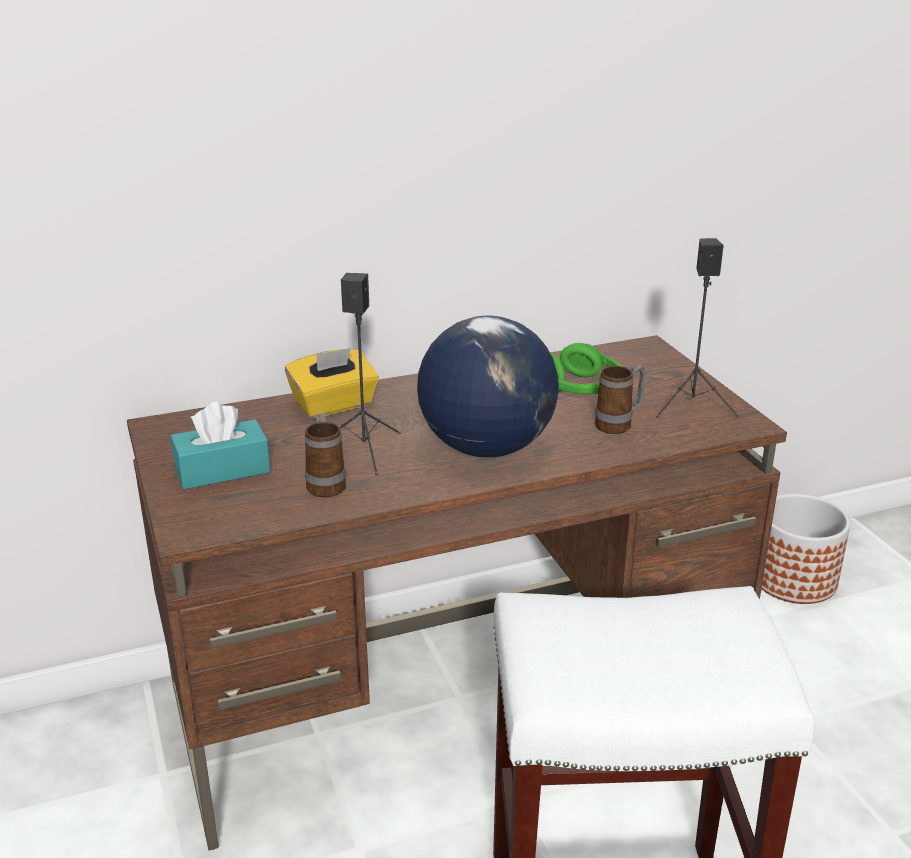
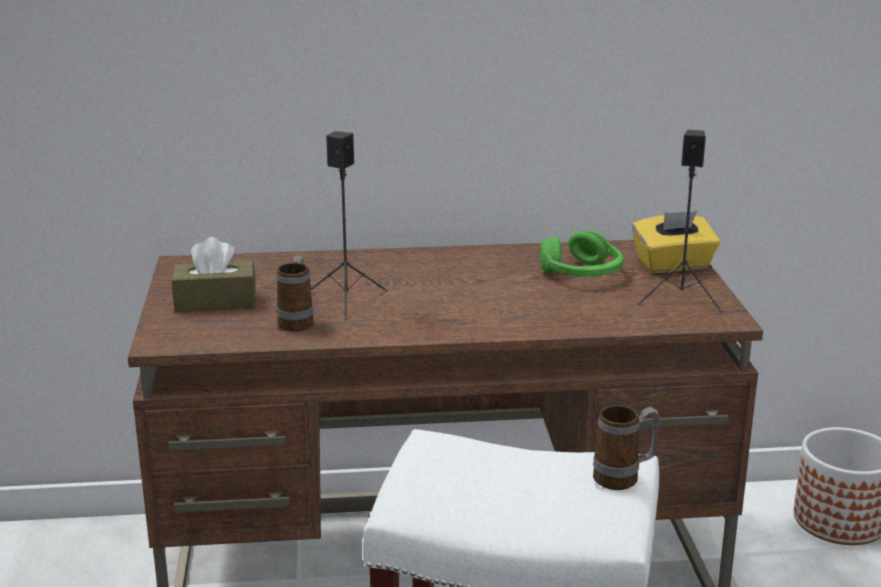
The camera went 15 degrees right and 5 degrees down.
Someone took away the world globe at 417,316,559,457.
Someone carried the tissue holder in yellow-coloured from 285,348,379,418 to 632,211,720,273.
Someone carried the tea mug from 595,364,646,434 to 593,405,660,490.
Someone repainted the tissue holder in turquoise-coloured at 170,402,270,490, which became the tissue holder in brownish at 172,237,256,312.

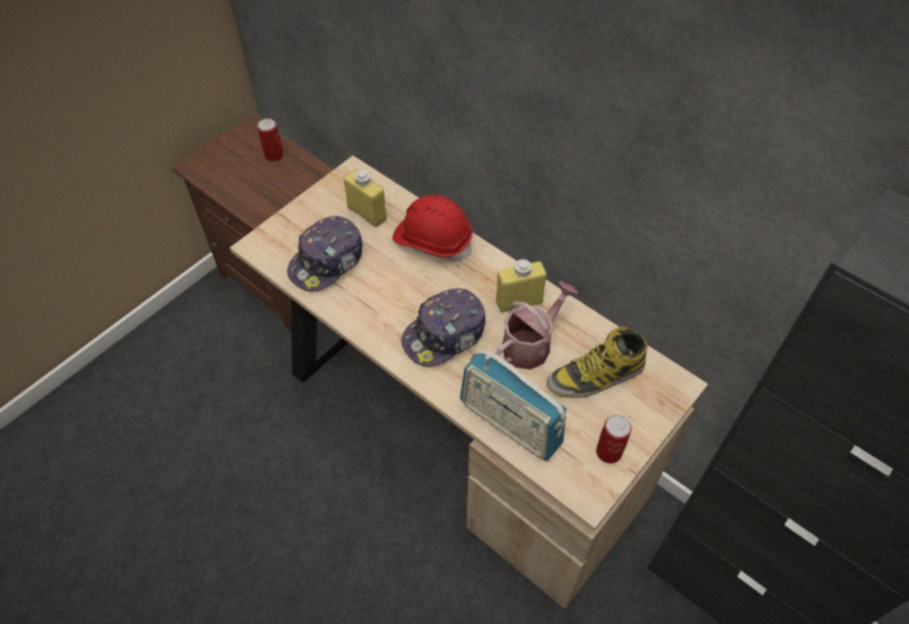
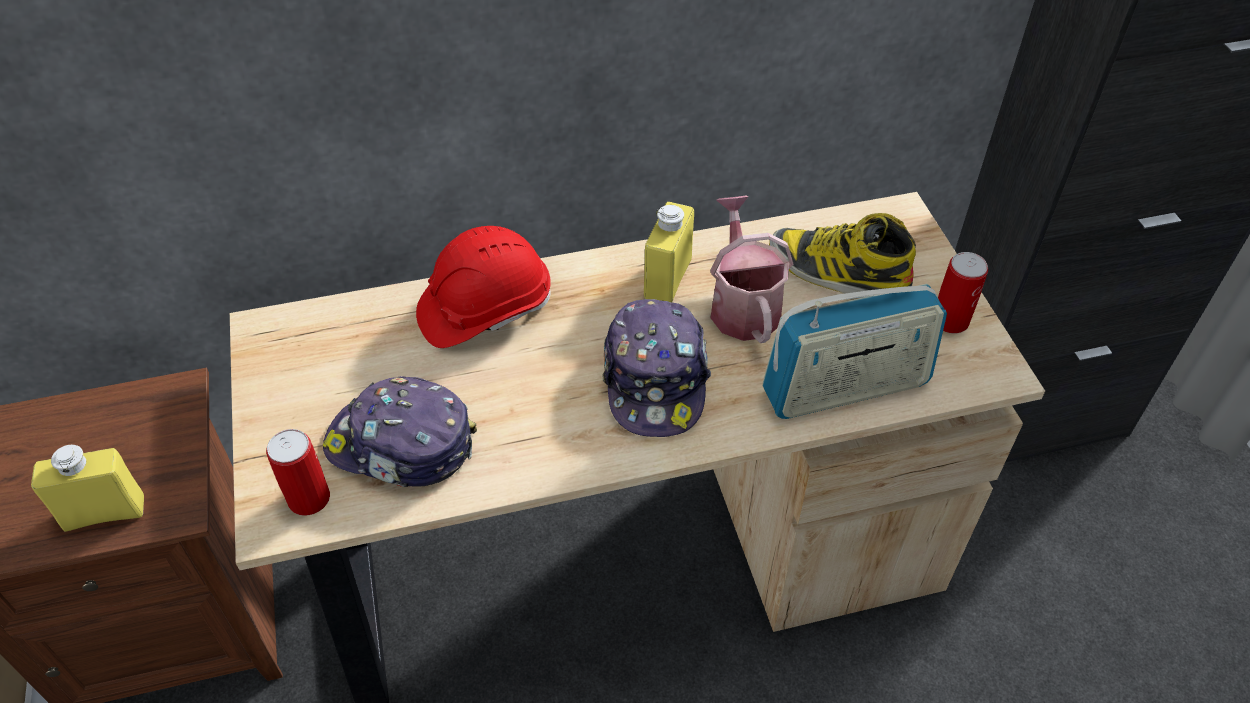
The camera went 55 degrees left and 5 degrees down.
Someone carried the sealed can from 257,118,284,162 to 266,429,330,516.
Someone carried the beverage bottle in yellow-coloured from 343,169,387,227 to 31,445,144,532.
Someone rotated the cap at 287,216,363,292 by 120 degrees clockwise.
Someone rotated the boot at 547,326,648,398 by 105 degrees clockwise.

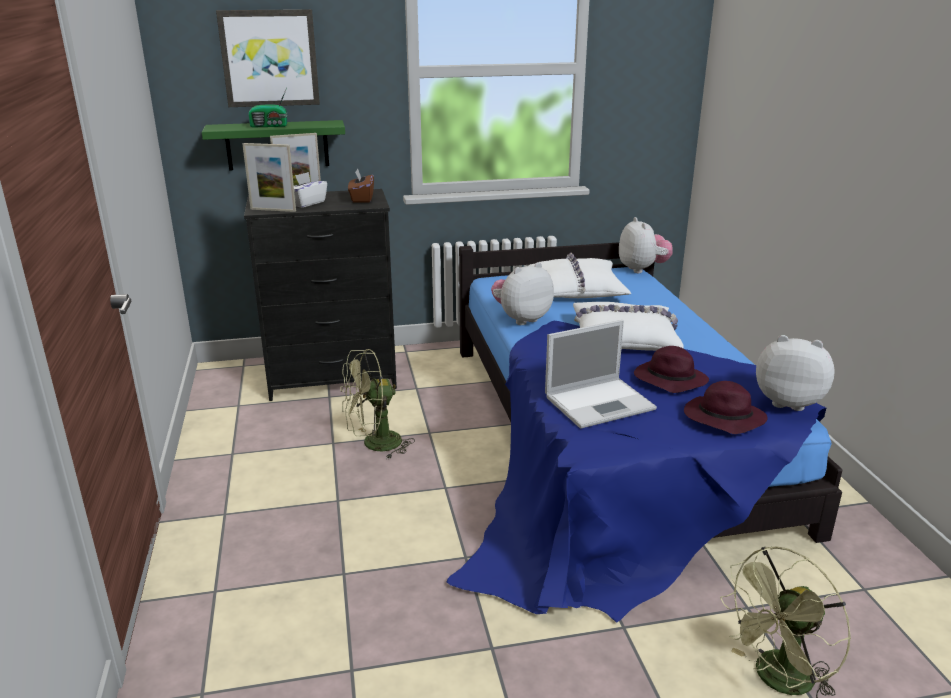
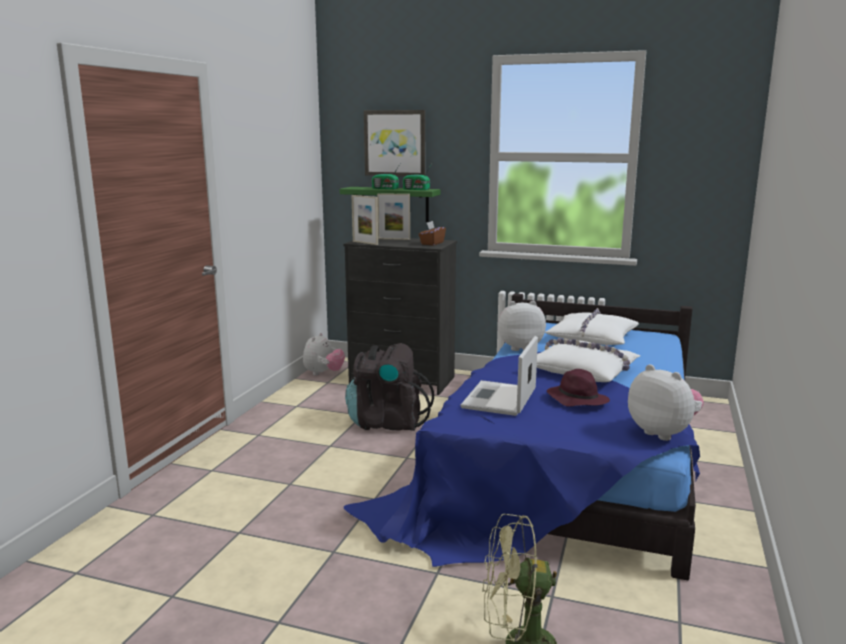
The camera went 30 degrees right and 10 degrees down.
Someone took away the tissue holder in white at 294,172,327,208.
Someone carried the plush toy from 619,217,673,273 to 303,333,345,376.
Someone rotated the notebook computer at 545,320,657,429 by 105 degrees clockwise.
Someone swapped the electric fan in green-coloured at 341,349,415,459 for the rucksack in black-coloured at 345,343,434,431.
Someone took away the hat in purple-coloured at 684,381,768,434.
Someone put down the radio set at 403,165,431,190.

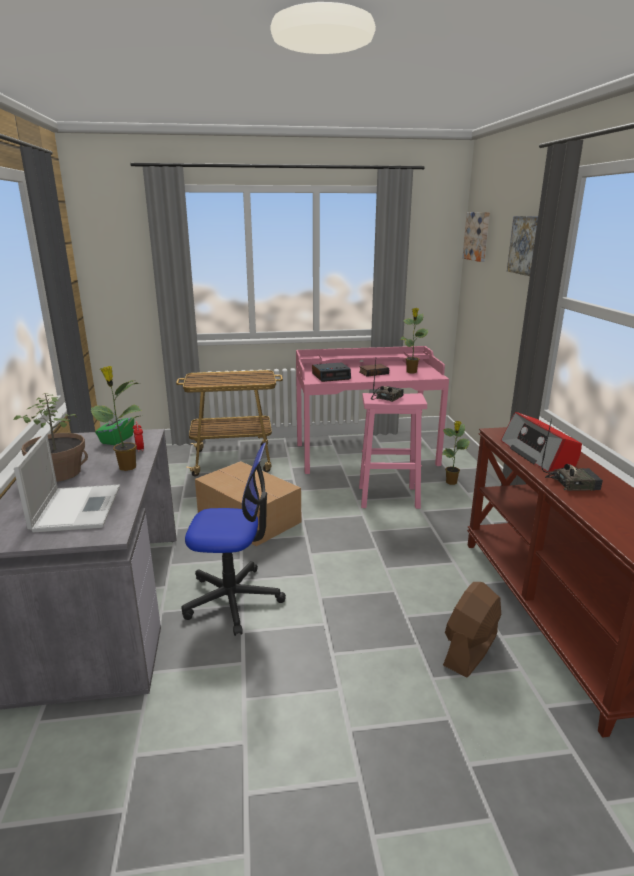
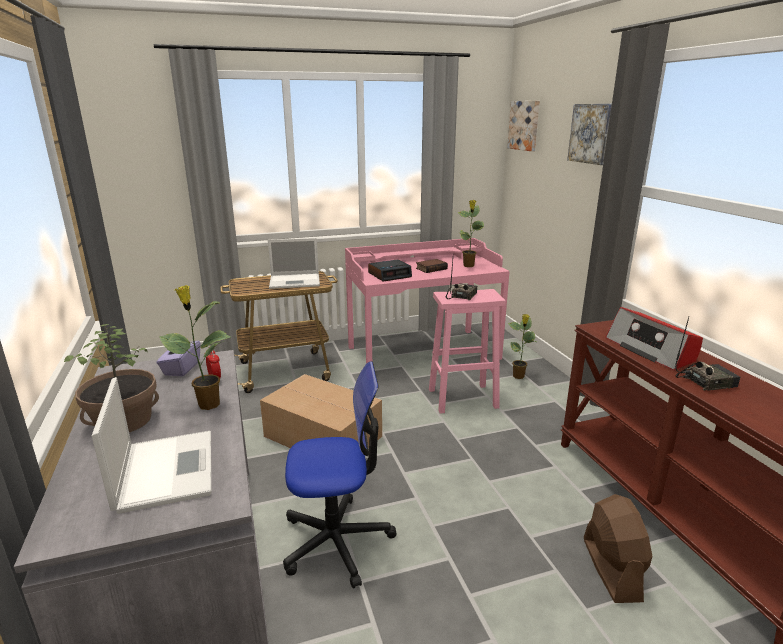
The camera went 10 degrees left and 0 degrees up.
Someone repainted the tissue holder in green-coloured at 95,412,134,445, which became the tissue holder in purple-coloured at 156,340,200,376.
Someone rotated the electric fan in brownish at 443,582,501,677 by 150 degrees clockwise.
Someone put down the notebook computer at 268,238,320,289.

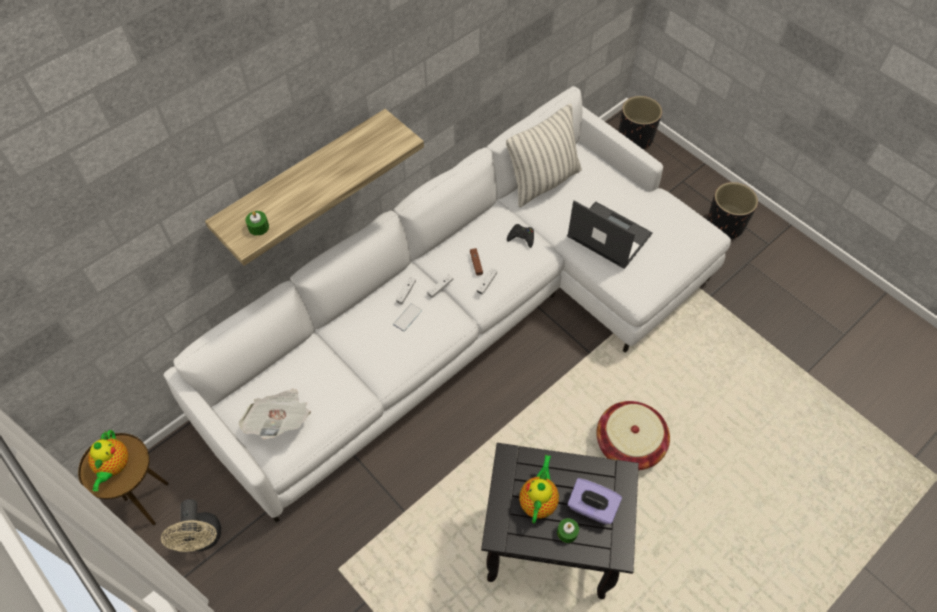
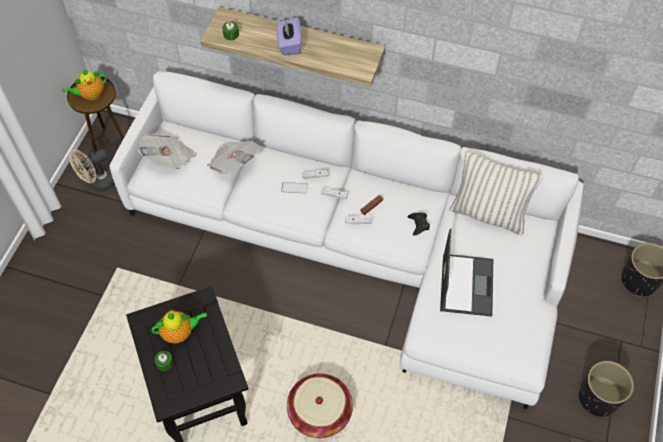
The camera went 60 degrees right and 0 degrees up.
Someone carried the tissue holder in purple-coloured from 568,478,622,524 to 277,17,302,55.
Someone put down the newspaper at 207,140,259,174.

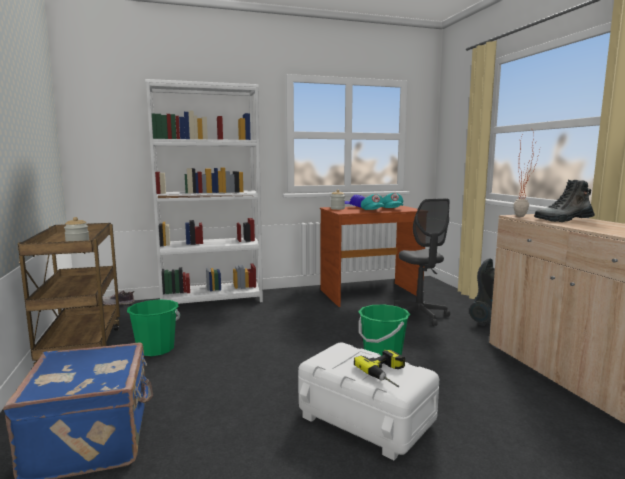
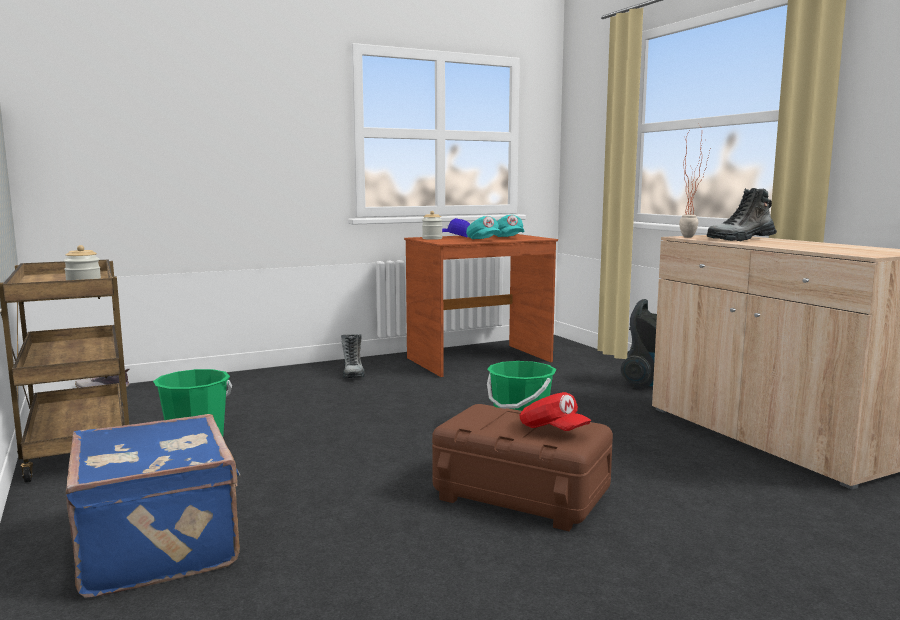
The camera went 10 degrees left and 0 degrees up.
Someone took away the shelving unit in white at 145,79,263,304.
Someone took away the computer chair in greyish at 394,199,450,326.
Someone repainted the storage box in white at 298,342,439,460, which became the storage box in brownish at 432,404,613,531.
Someone swapped the drill at 354,350,405,388 for the cap in red at 519,392,591,431.
Someone put down the boot at 341,334,365,378.

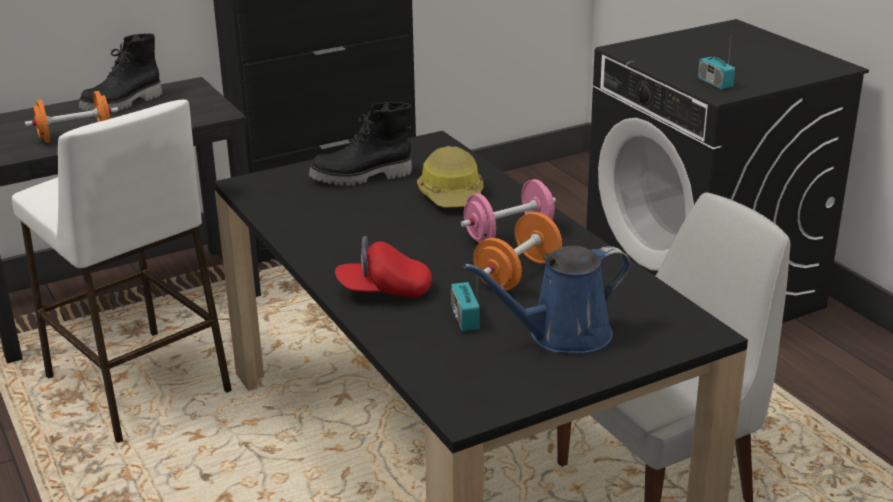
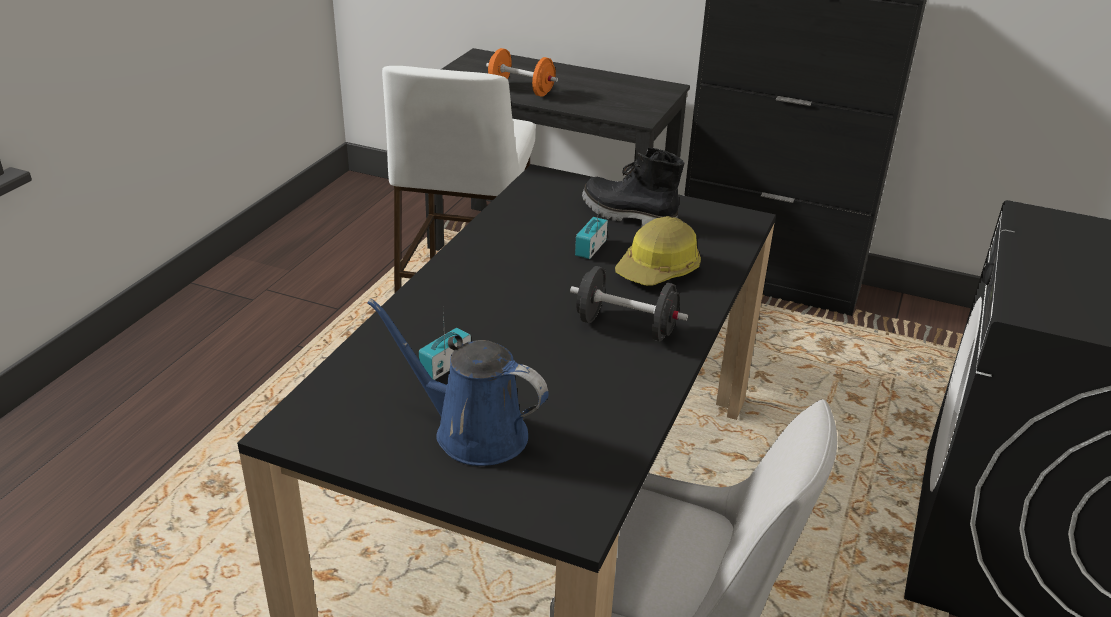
The camera went 50 degrees right and 5 degrees up.
Someone carried the radio set from 698,32,735,89 to 575,202,608,259.
Someone took away the boot in black-coloured at 79,33,162,111.
Someone repainted the dumbbell in pink at 461,179,556,243, which became the dumbbell in black-coloured at 570,266,688,341.
Someone took away the dumbbell in orange at 473,212,562,291.
Someone took away the cap in red at 335,236,432,298.

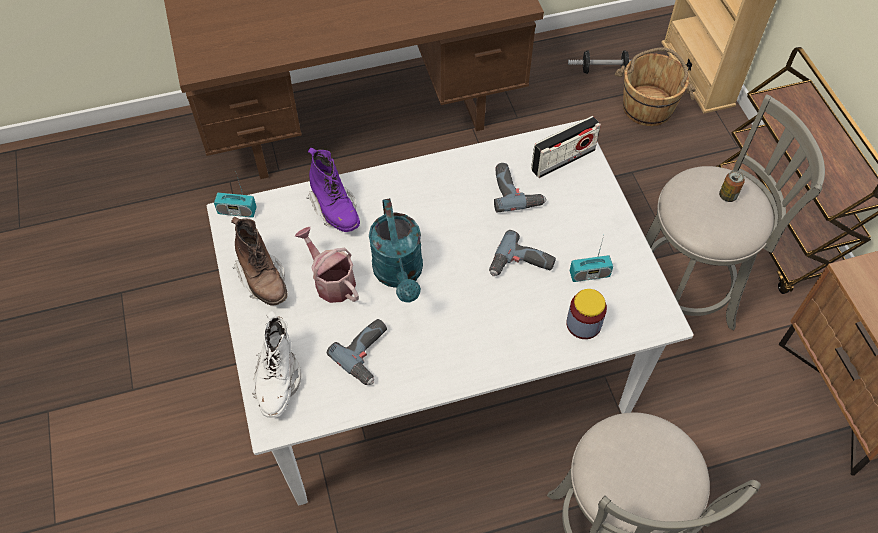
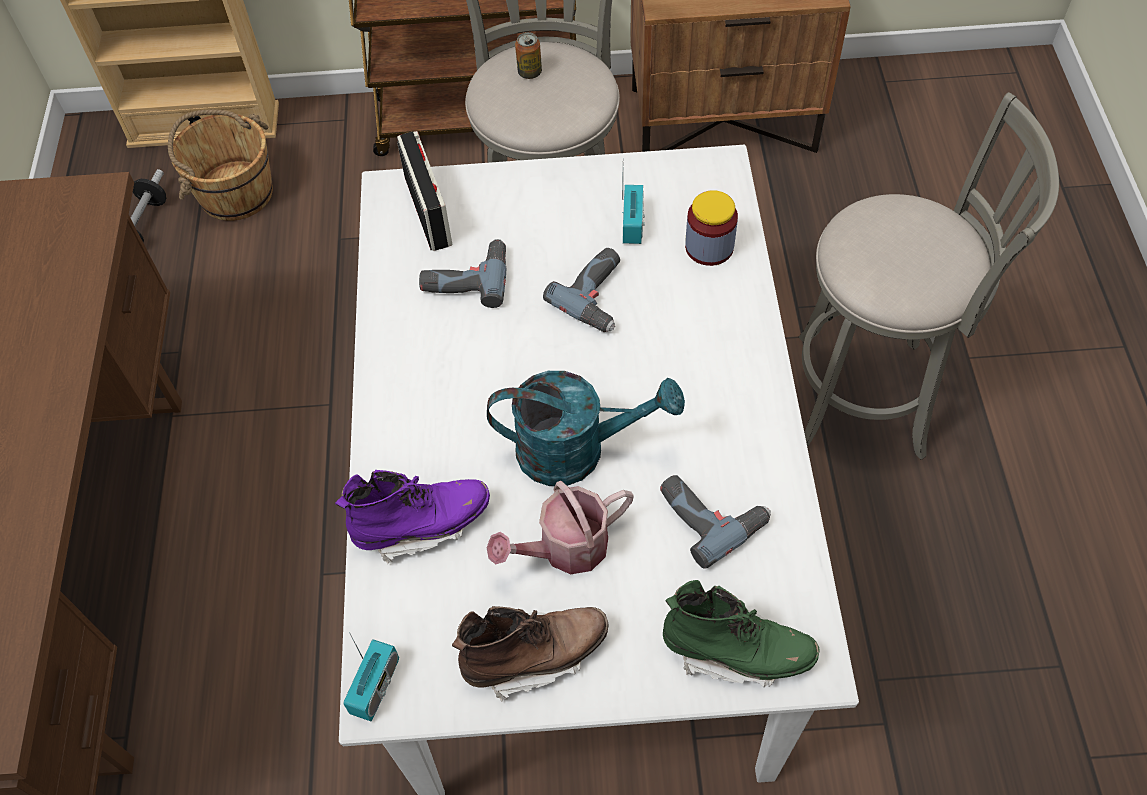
The camera went 75 degrees left and 0 degrees up.
Someone repainted the boot in white at 252,311,301,418, which became the boot in green-coloured at 663,580,820,687.

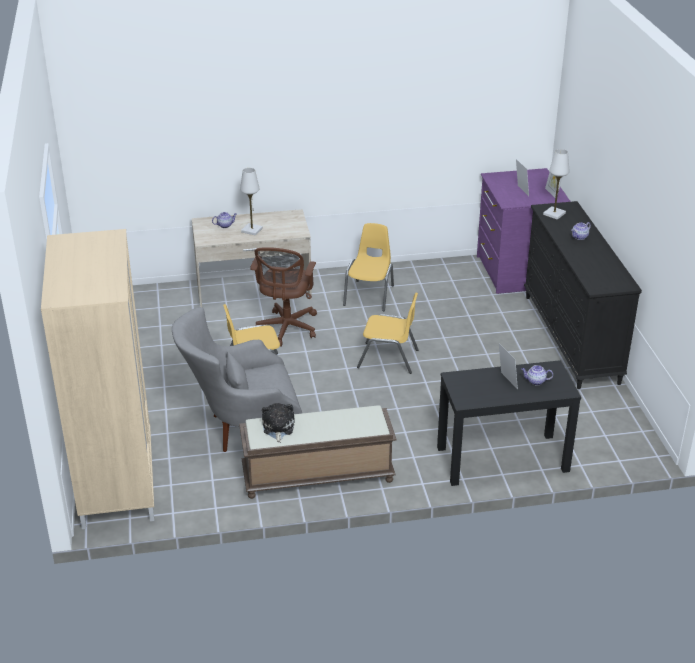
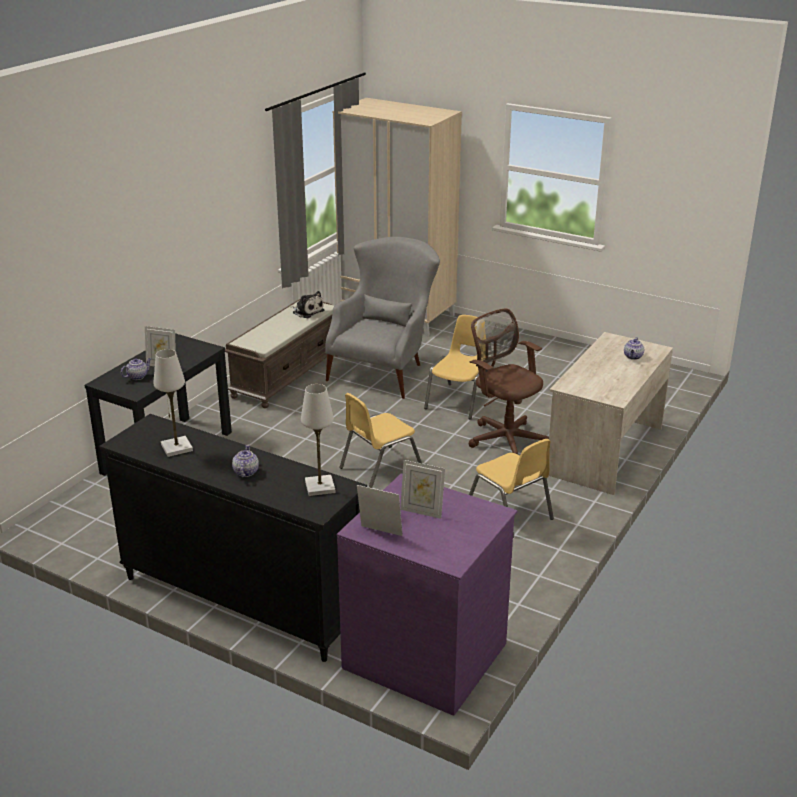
The camera went 130 degrees right and 5 degrees down.
Someone carried the tabletop lamp in white from 240,168,263,235 to 154,349,193,457.

